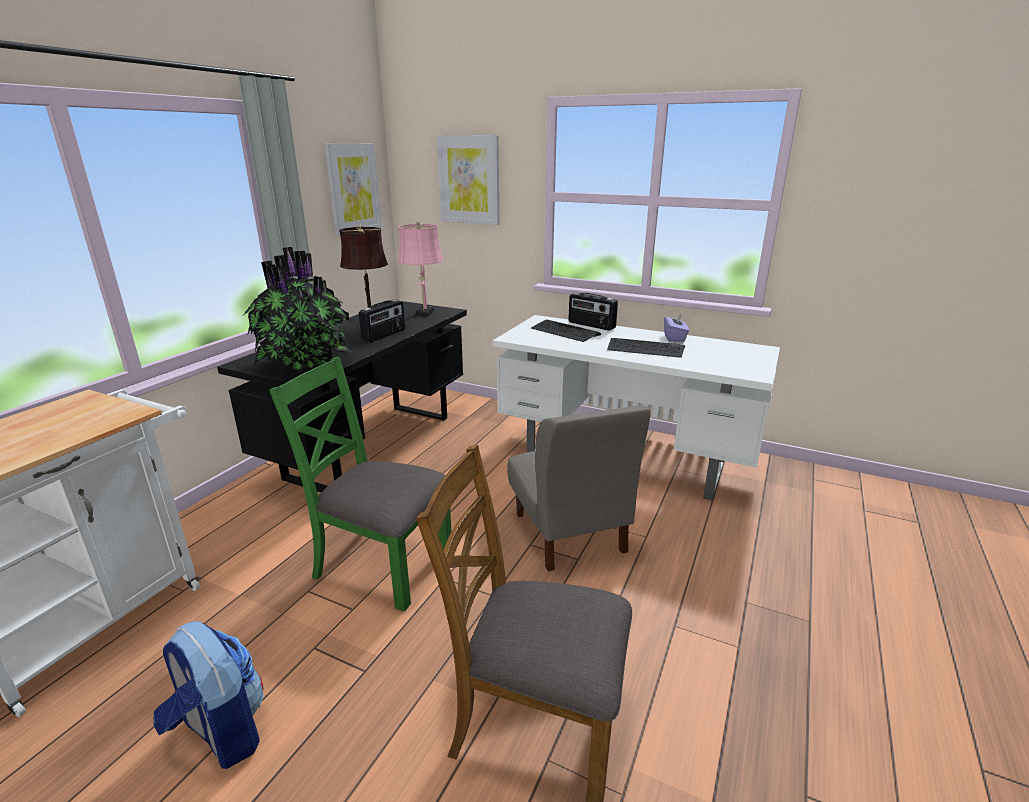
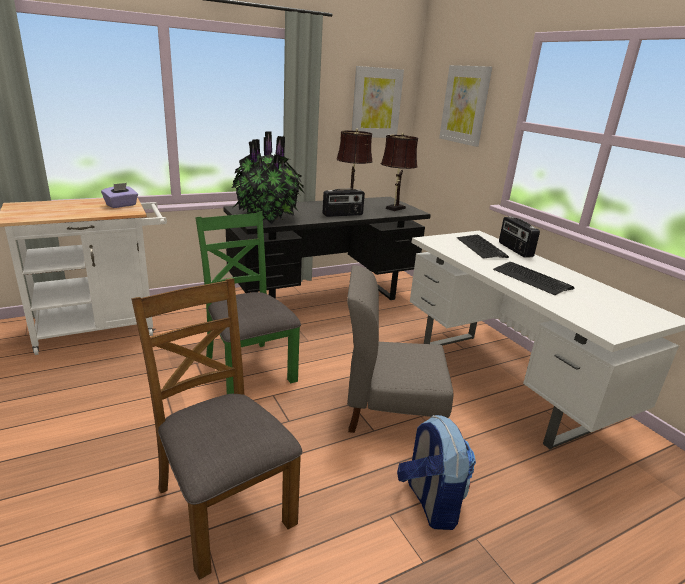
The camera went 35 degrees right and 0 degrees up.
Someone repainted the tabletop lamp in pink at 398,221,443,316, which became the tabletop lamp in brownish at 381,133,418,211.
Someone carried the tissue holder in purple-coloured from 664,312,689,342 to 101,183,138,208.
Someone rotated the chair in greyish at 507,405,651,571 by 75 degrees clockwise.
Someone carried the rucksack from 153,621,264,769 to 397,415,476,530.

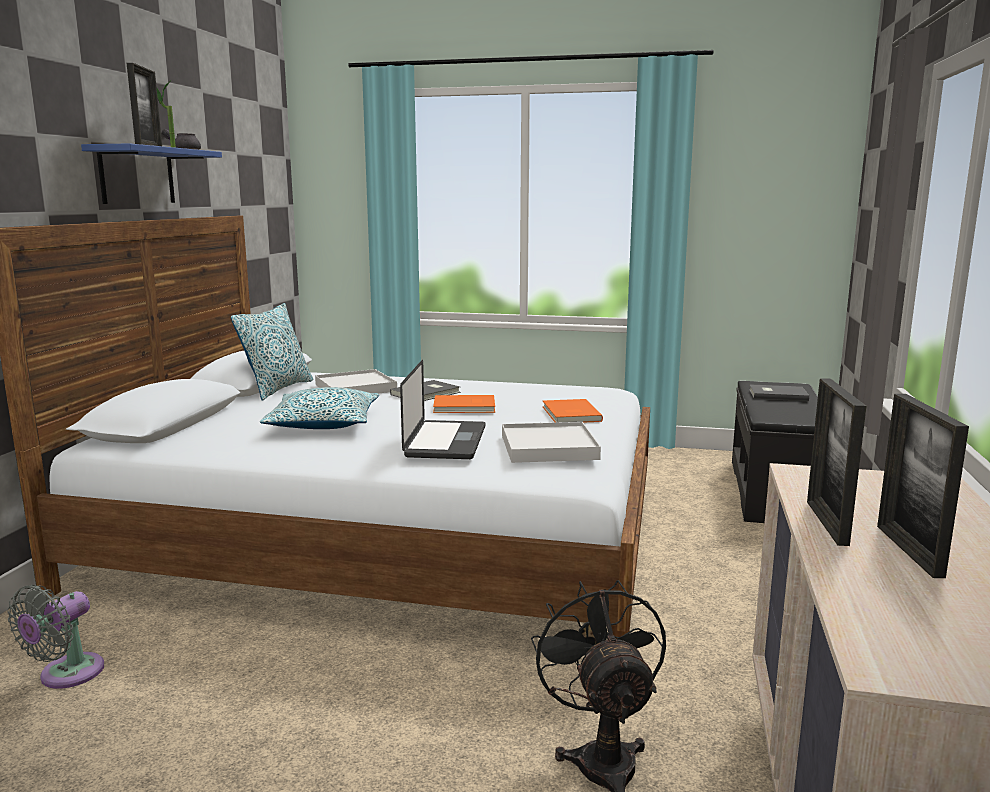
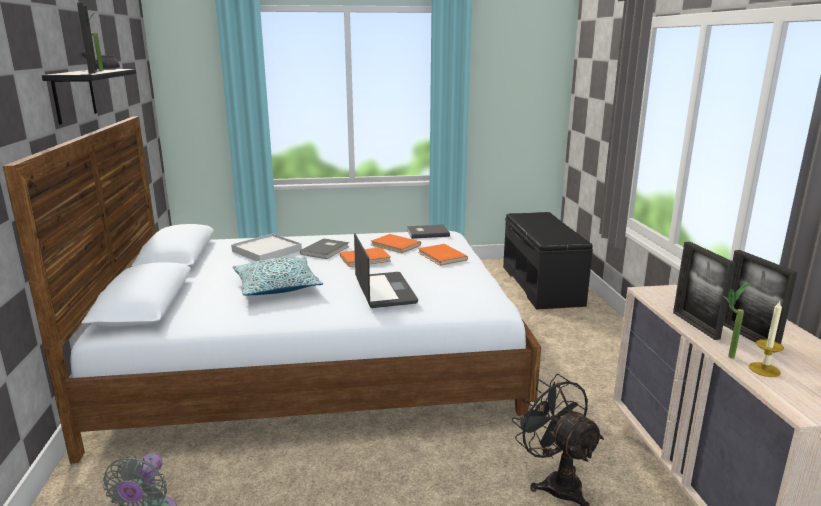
The camera went 20 degrees left and 5 degrees up.
Someone repainted the wall shelf in bluish at 81,143,222,204, which became the wall shelf in black-coloured at 42,69,136,124.
Someone took away the throw pillow at 231,303,313,401.
Someone carried the bound book in greyish from 749,384,809,401 to 407,225,450,239.
Someone took away the tray in white at 502,422,601,463.
Someone put down the bound book in orange at 371,234,421,253.
Someone put down the plant in a pot at 723,282,752,359.
Someone put down the wax light at 749,301,784,377.

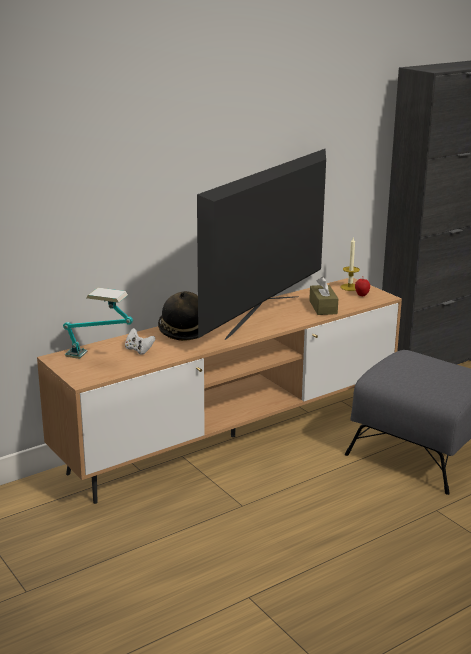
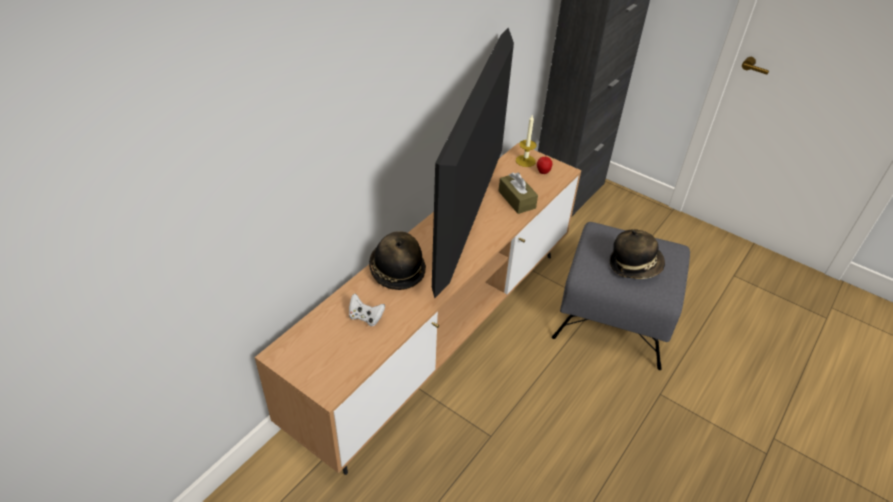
The camera went 20 degrees left and 20 degrees up.
Someone took away the tabletop lamp at 63,288,133,359.
Someone put down the hat at 610,229,665,279.

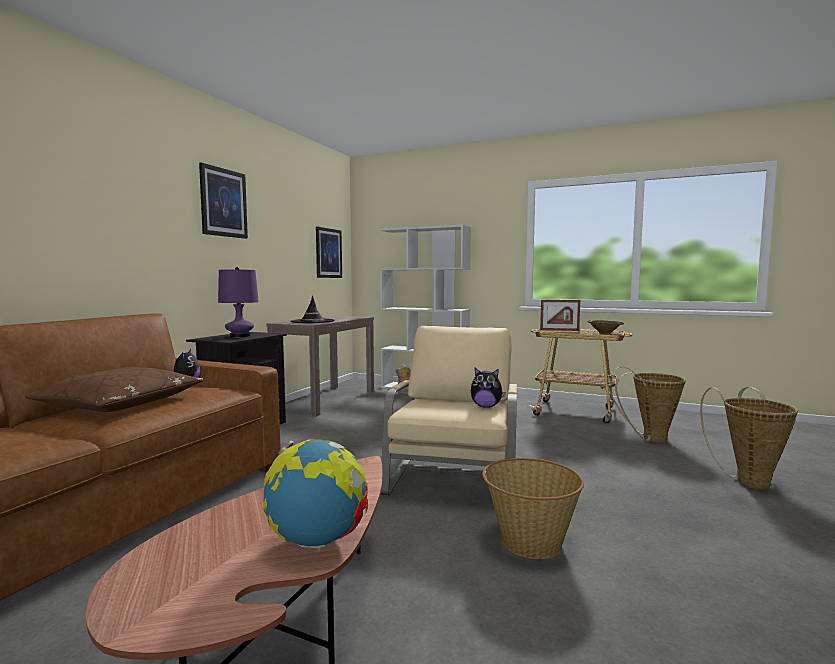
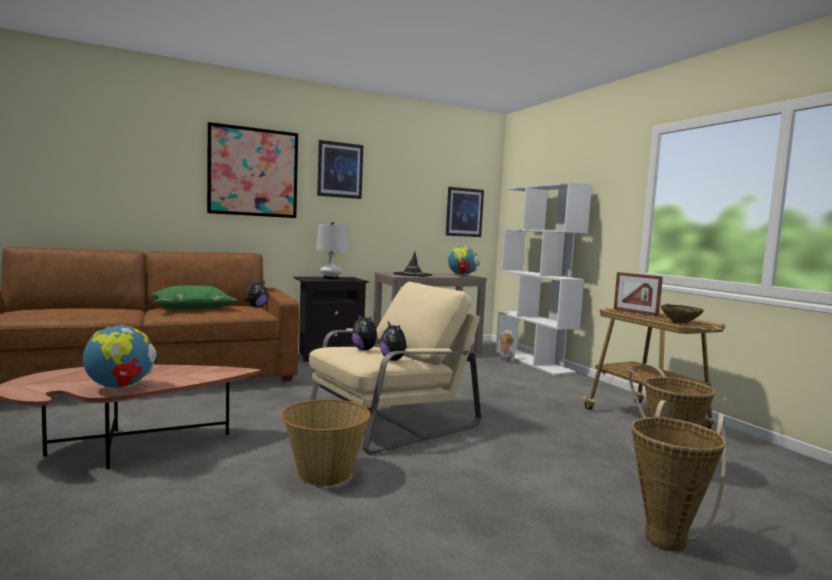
The camera went 40 degrees right and 0 degrees up.
Someone repainted the tabletop lamp in purple-coloured at 218,267,259,338, which became the tabletop lamp in white at 316,222,347,280.
Someone repainted the throw pillow in brownish at 25,367,203,412, which became the throw pillow in green-coloured at 151,286,237,310.
Someone put up the wall picture at 207,122,298,218.
Someone put down the world globe at 448,246,479,276.
Someone put down the plush toy at 352,313,381,350.

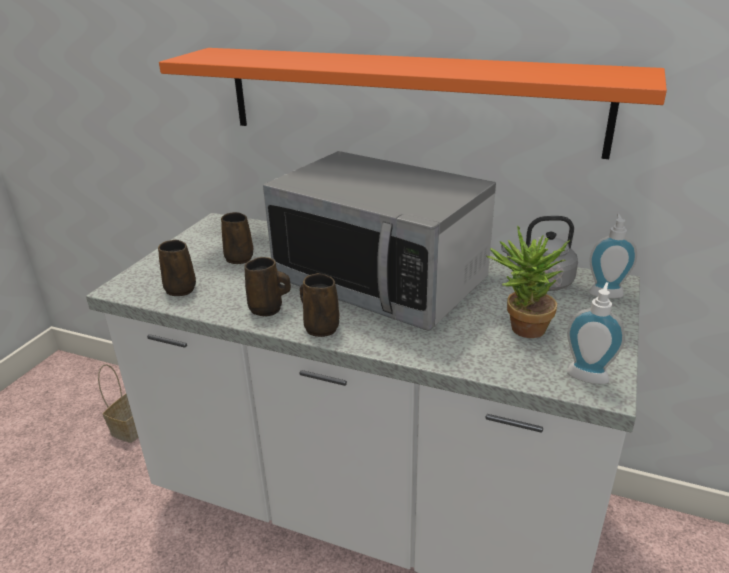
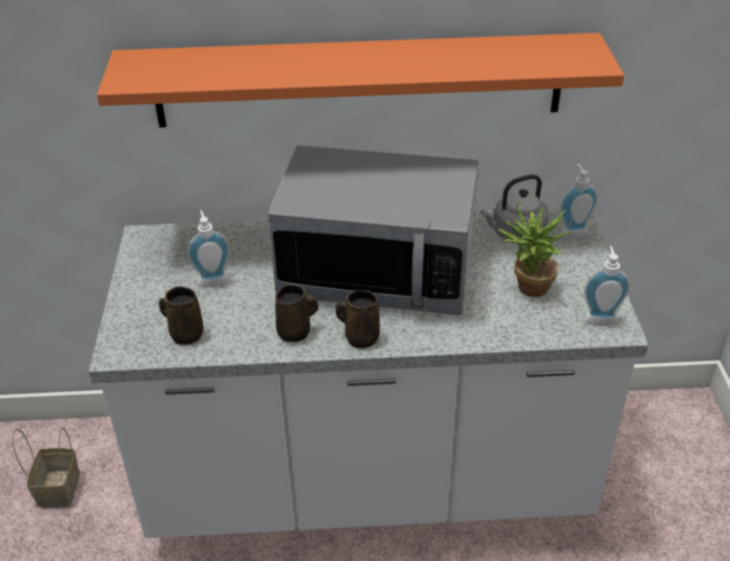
The camera went 25 degrees left and 10 degrees up.
Someone swapped the tea mug in brownish at 221,212,253,264 for the soap bottle at 187,210,230,287.

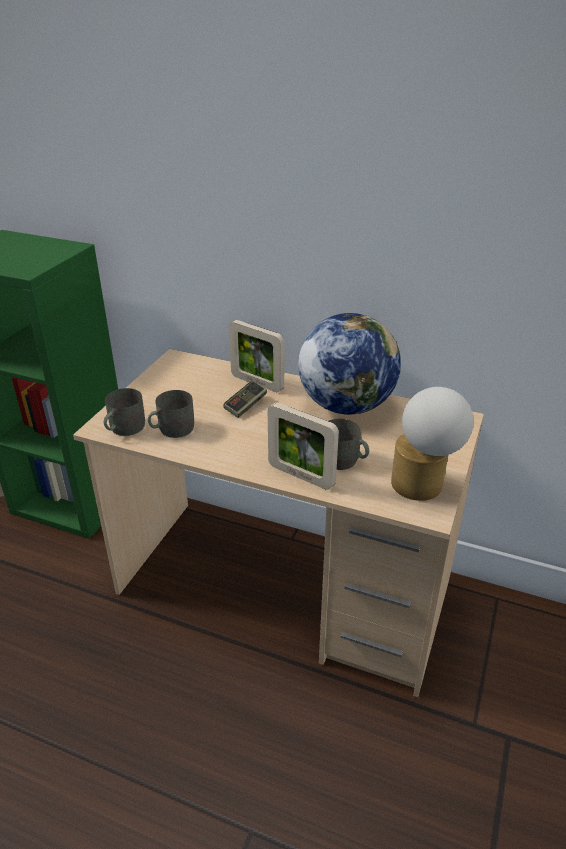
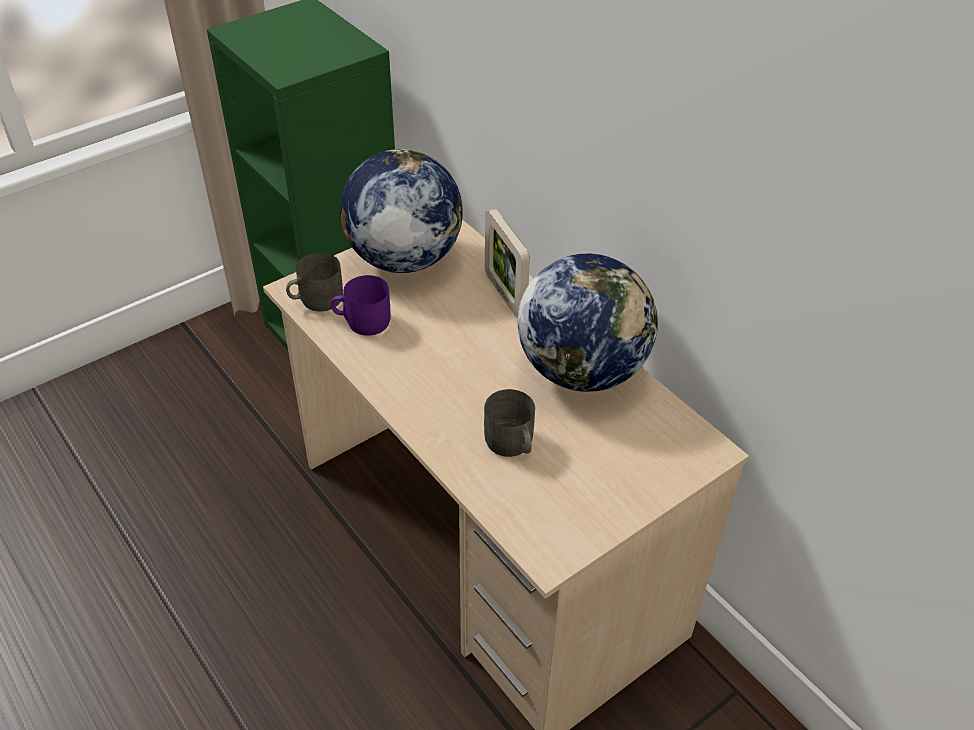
The camera went 30 degrees right and 10 degrees up.
Someone took away the game controller at 223,381,267,418.
Someone took away the tabletop lamp at 391,387,474,501.
Someone repainted the tea mug in greyish at 148,390,194,438, which became the tea mug in purple-coloured at 331,275,391,336.
Someone took away the photo frame at 268,402,339,490.
Someone put down the world globe at 340,149,463,273.

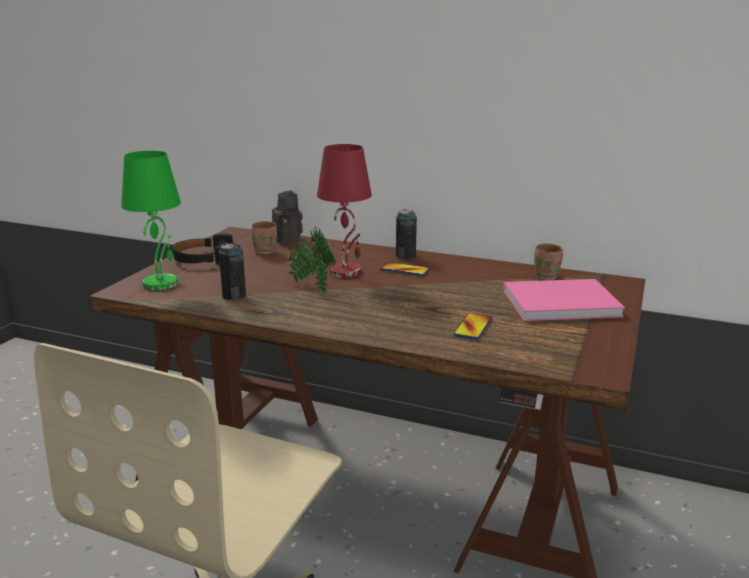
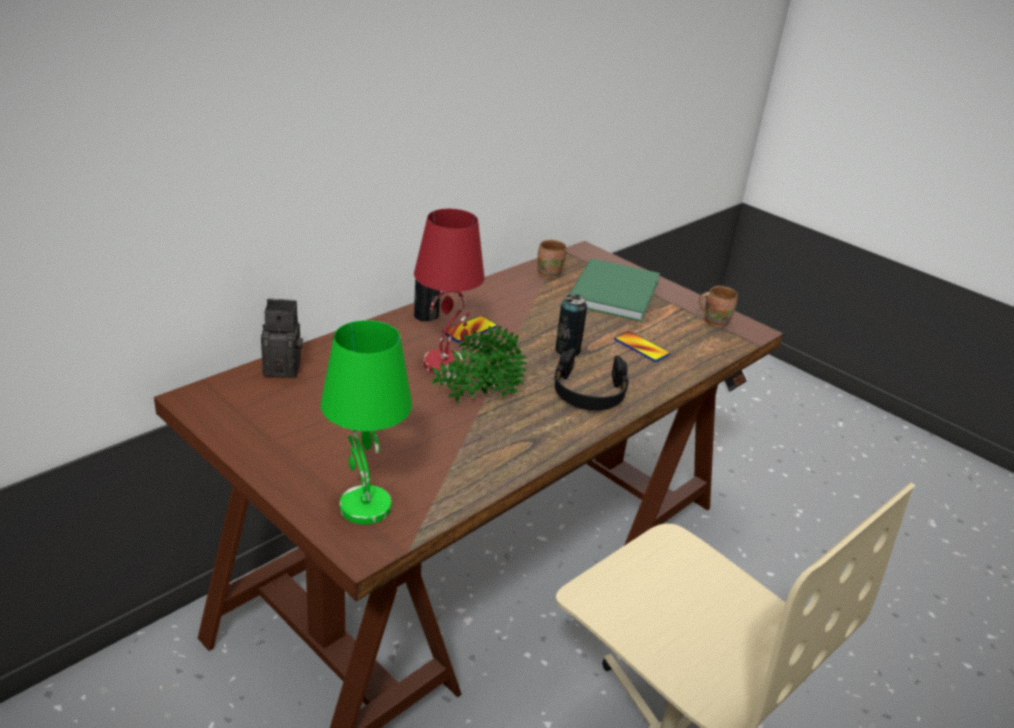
The camera went 70 degrees left and 10 degrees up.
Someone carried the tea mug in brownish from 251,221,277,254 to 699,286,738,328.
Someone carried the pair of headphones in black-coloured from 173,234,233,264 to 554,348,629,411.
Someone carried the sealed can from 219,243,246,300 to 555,294,587,356.
Someone repainted the bound book in pink at 503,279,625,321, which became the bound book in green-coloured at 569,258,660,322.

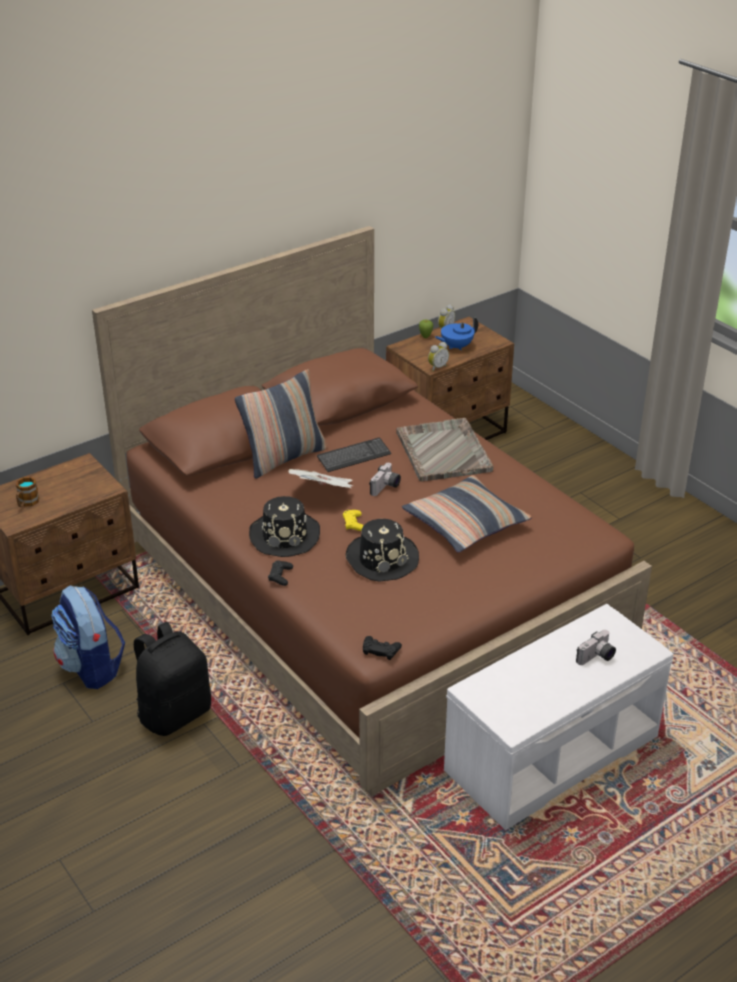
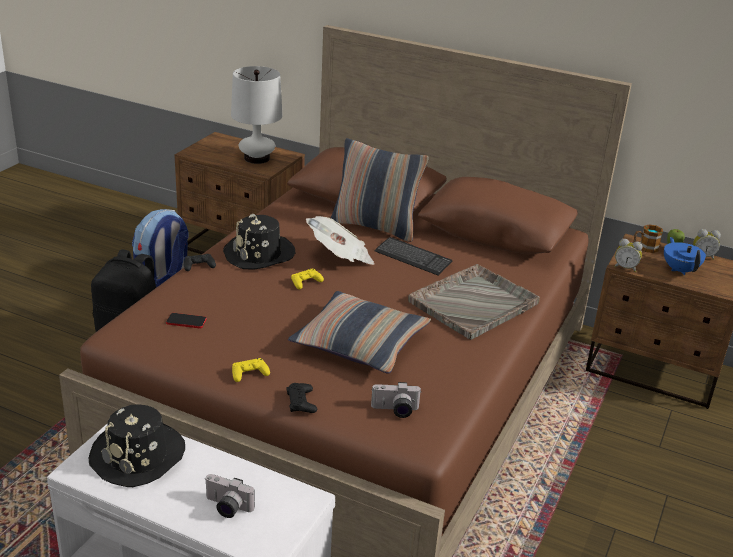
The camera went 60 degrees right and 5 degrees down.
Someone rotated the pot for tea in bluish at 435,317,478,350 by 45 degrees clockwise.
Someone carried the still camera from 369,463,401,496 to 371,382,422,418.
Someone carried the tea mug from 16,477,39,507 to 633,224,663,253.
Someone carried the hat in black-coloured from 346,519,419,582 to 89,405,185,487.
Someone carried the game controller in black-coloured from 363,636,402,660 to 286,383,317,413.
Someone put down the tabletop lamp in white at 231,66,283,164.
Someone put down the handset at 166,313,207,328.
Someone put down the game controller in yellow-coloured at 232,358,270,382.

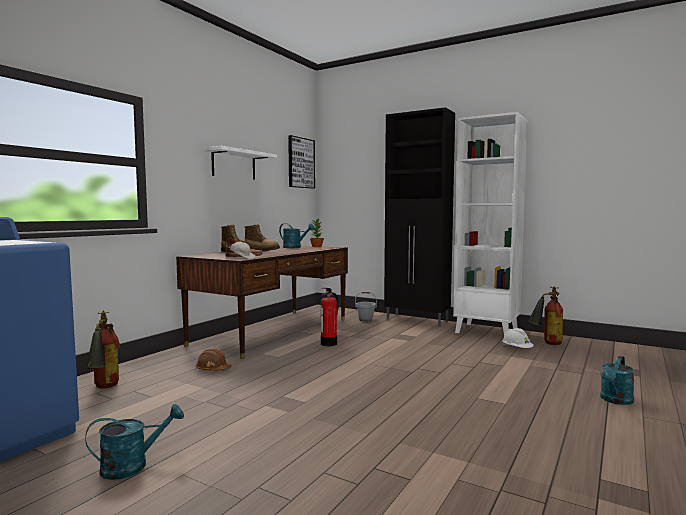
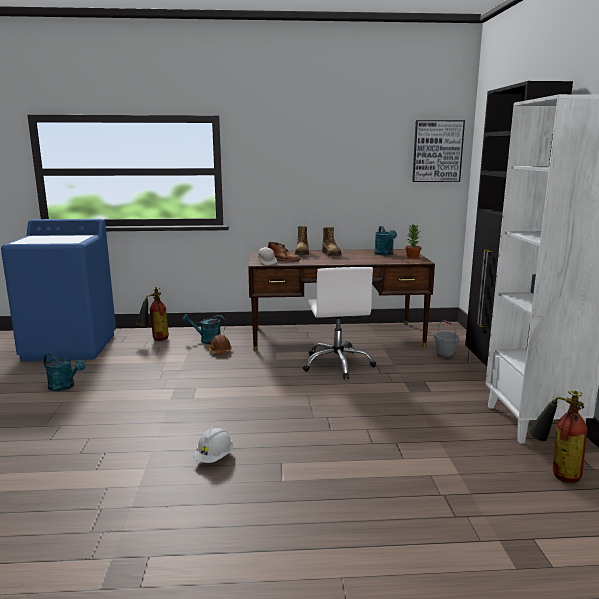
The camera went 55 degrees right and 10 degrees up.
Someone took away the wall shelf in white at 204,146,277,180.
Someone swapped the extinguisher at 321,288,339,346 for the computer chair in white at 303,267,376,379.
Someone carried the work helmet in white from 502,328,534,348 to 193,427,233,463.
Someone carried the watering pot in turquoise-coloured from 600,356,635,405 to 182,314,226,344.

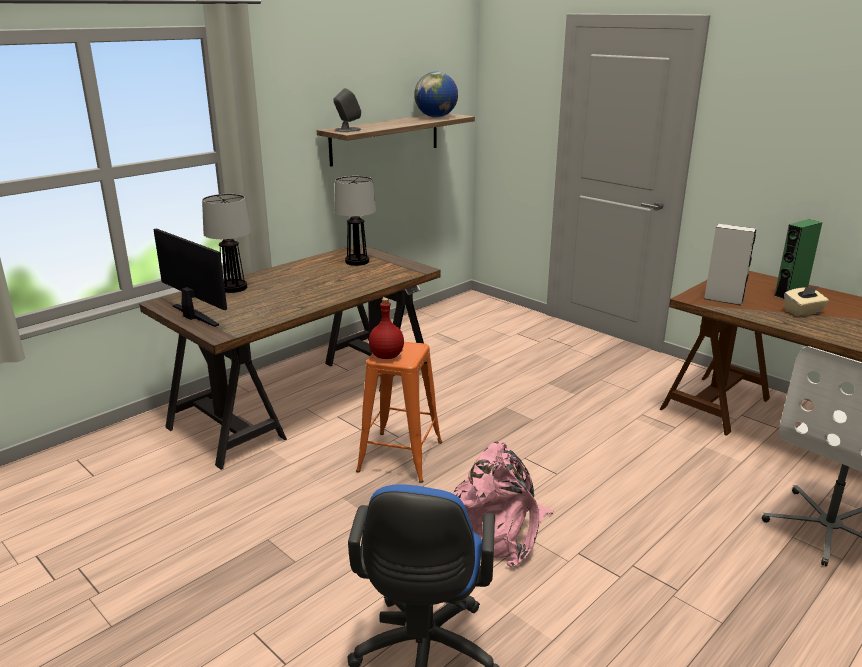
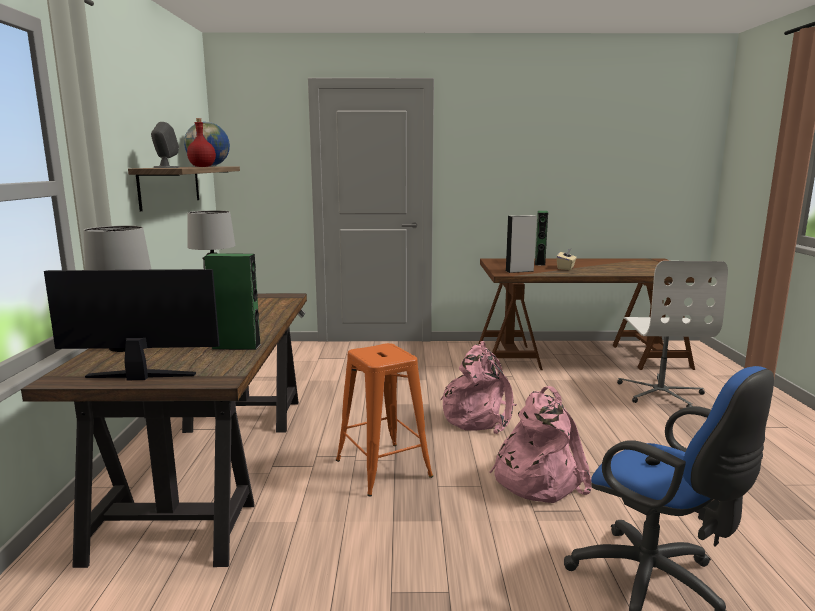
The camera went 45 degrees left and 10 degrees down.
Someone carried the beverage bottle in red from 369,298,404,359 to 187,118,216,167.
Someone put down the speaker in green-coloured at 204,253,261,350.
Someone put down the rucksack in pink at 440,341,517,434.

